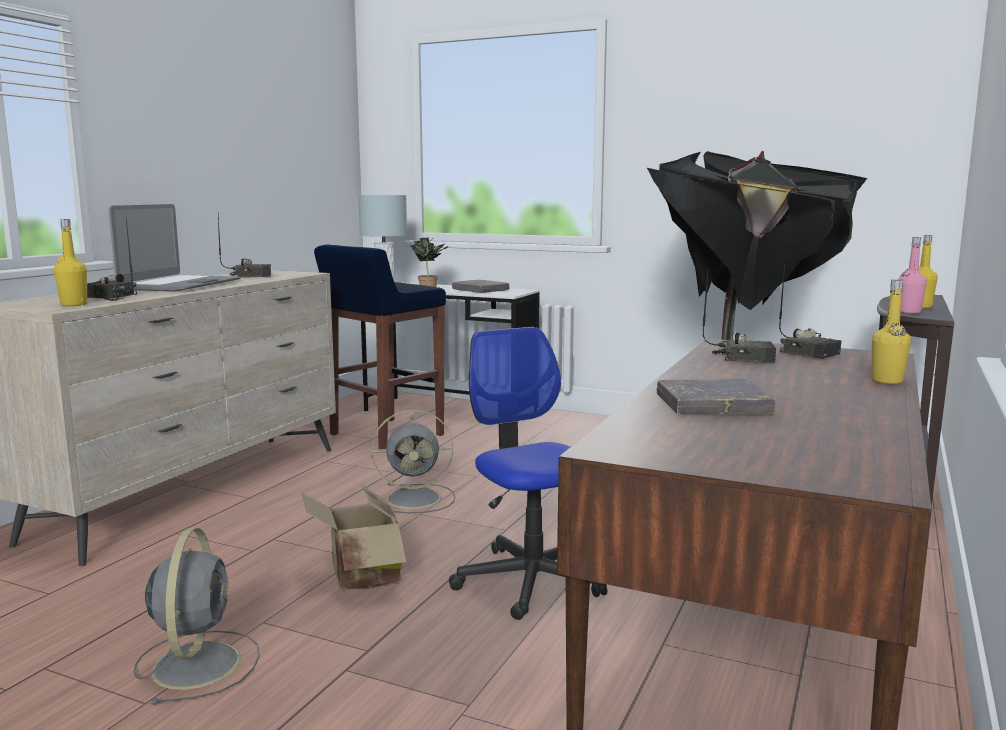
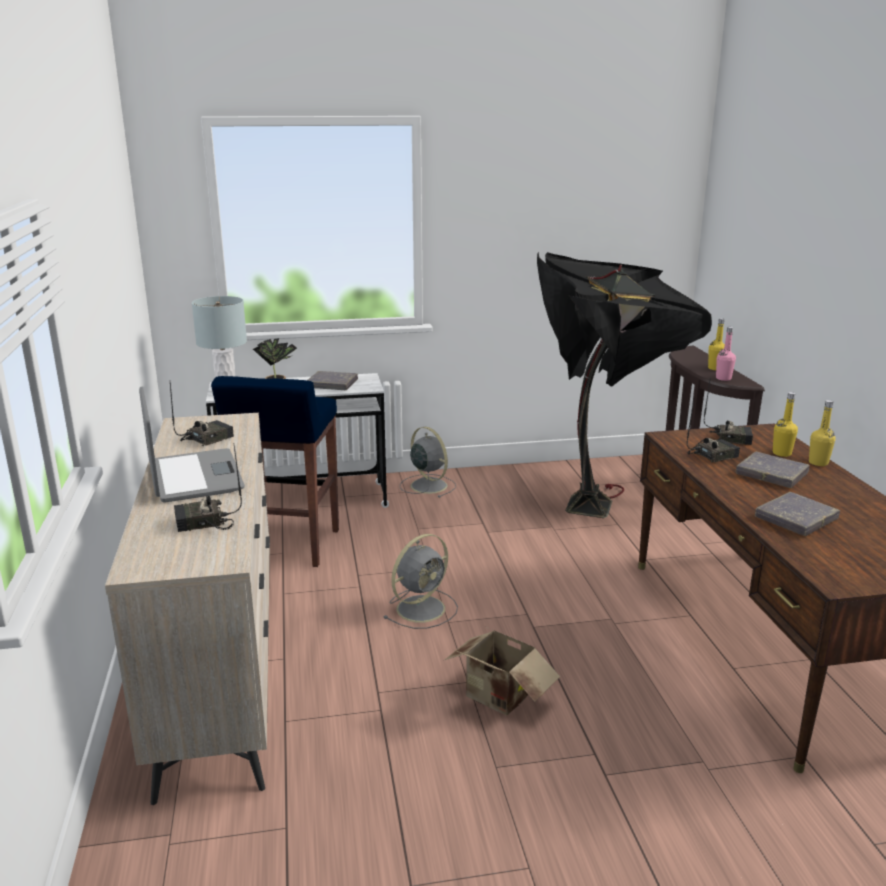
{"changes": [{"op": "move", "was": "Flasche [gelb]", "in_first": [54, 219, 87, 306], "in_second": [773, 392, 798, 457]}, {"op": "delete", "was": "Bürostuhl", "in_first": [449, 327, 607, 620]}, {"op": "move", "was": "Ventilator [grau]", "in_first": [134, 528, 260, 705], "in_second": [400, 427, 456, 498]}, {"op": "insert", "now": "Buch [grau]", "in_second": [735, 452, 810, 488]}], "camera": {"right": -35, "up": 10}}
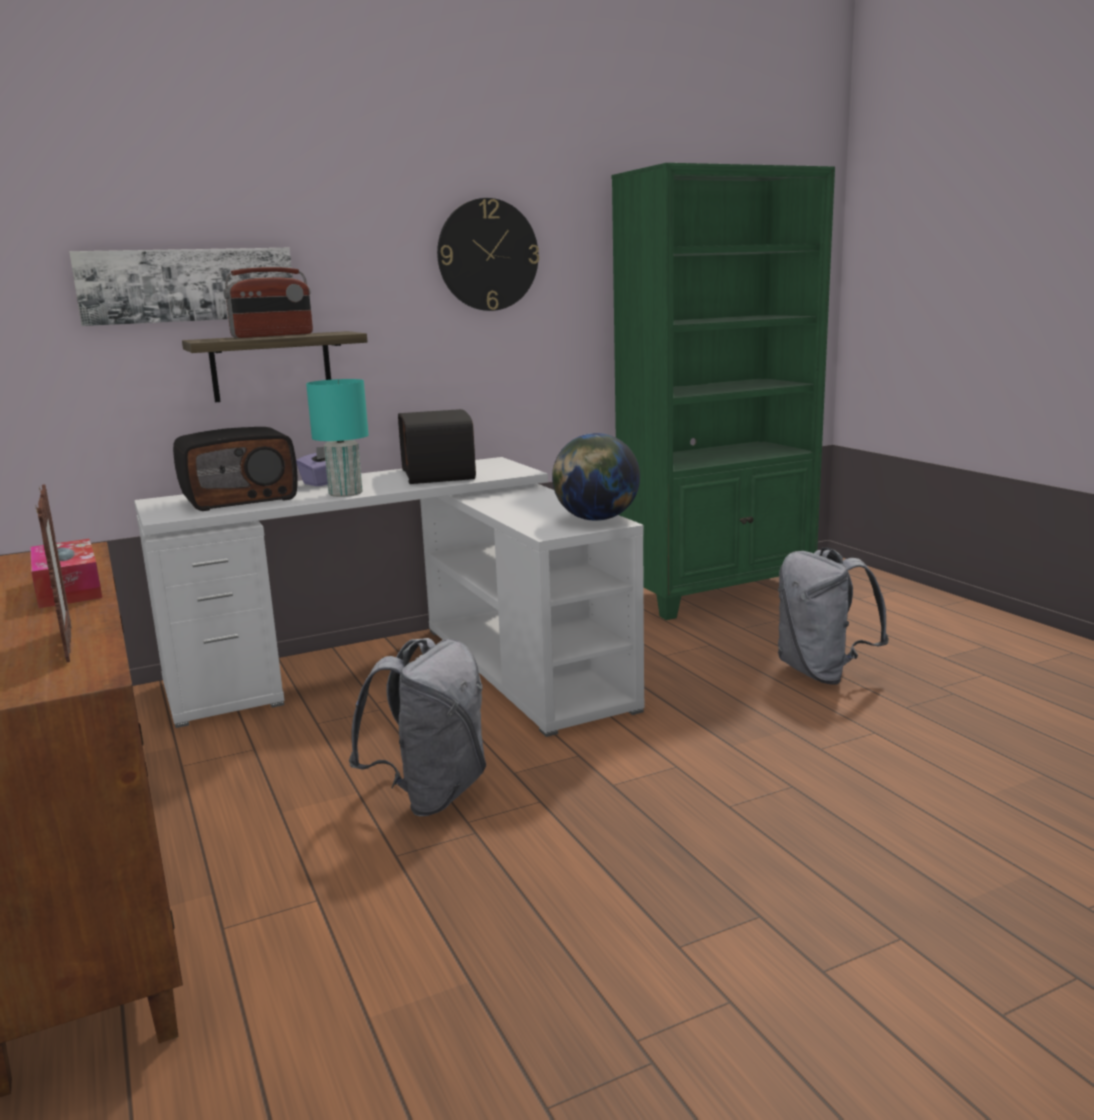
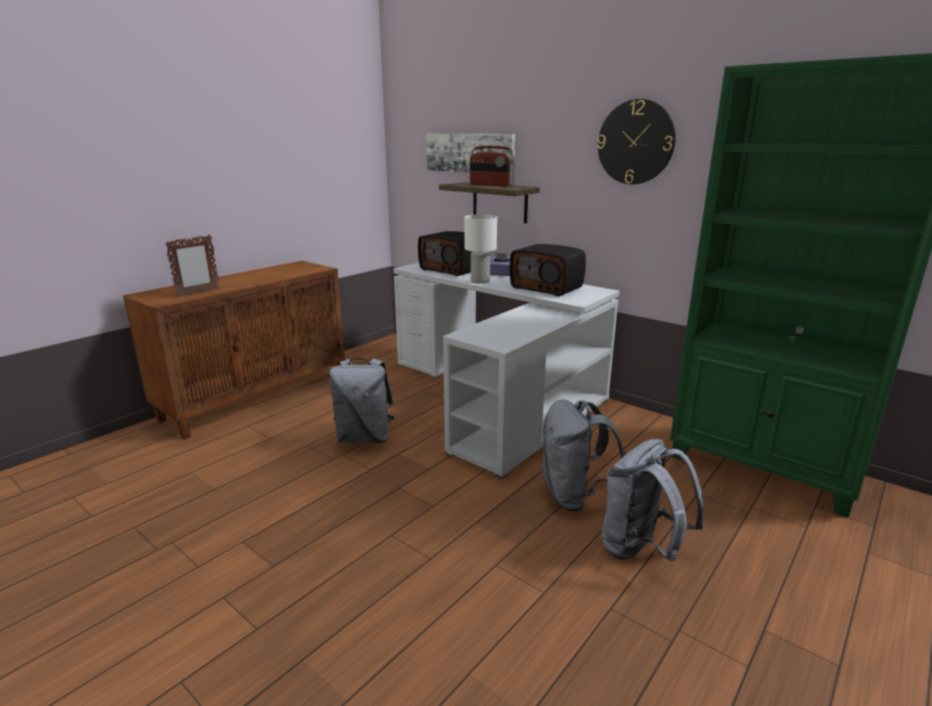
{"changes": [{"op": "recolor", "was": "Tischlampe [türkis]", "now": "Tischlampe [weiß]", "in_first": [306, 379, 369, 497], "in_second": [464, 214, 497, 284]}, {"op": "rotate", "was": "Radio", "in_first": [398, 409, 476, 484], "in_second": [510, 244, 586, 296], "clockwise": -105}, {"op": "delete", "was": "Globus", "in_first": [552, 433, 640, 521]}, {"op": "delete", "was": "Taschentuchbox", "in_first": [30, 539, 102, 608]}, {"op": "insert", "now": "Rucksack [grau]", "in_second": [541, 399, 625, 512]}], "camera": {"right": 65, "up": 5}}
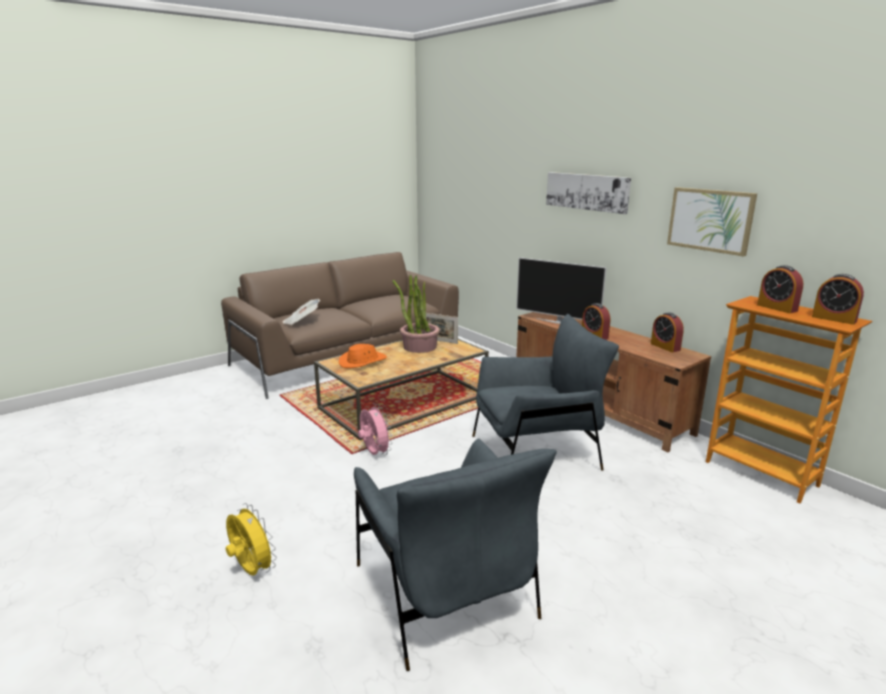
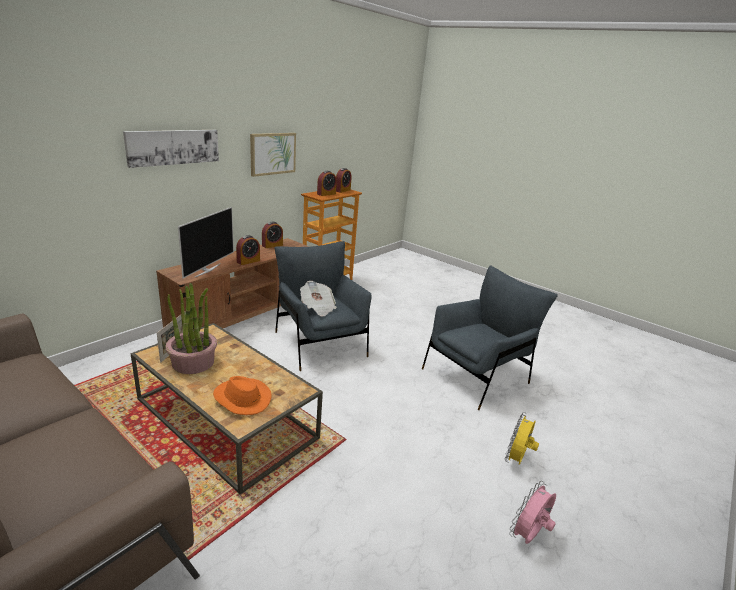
{"changes": [{"op": "move", "was": "Zeitung", "in_first": [283, 299, 320, 325], "in_second": [300, 281, 337, 317]}, {"op": "move", "was": "Ventilator [rosa]", "in_first": [358, 403, 392, 456], "in_second": [509, 481, 556, 544]}], "camera": {"right": -105, "up": 5}}
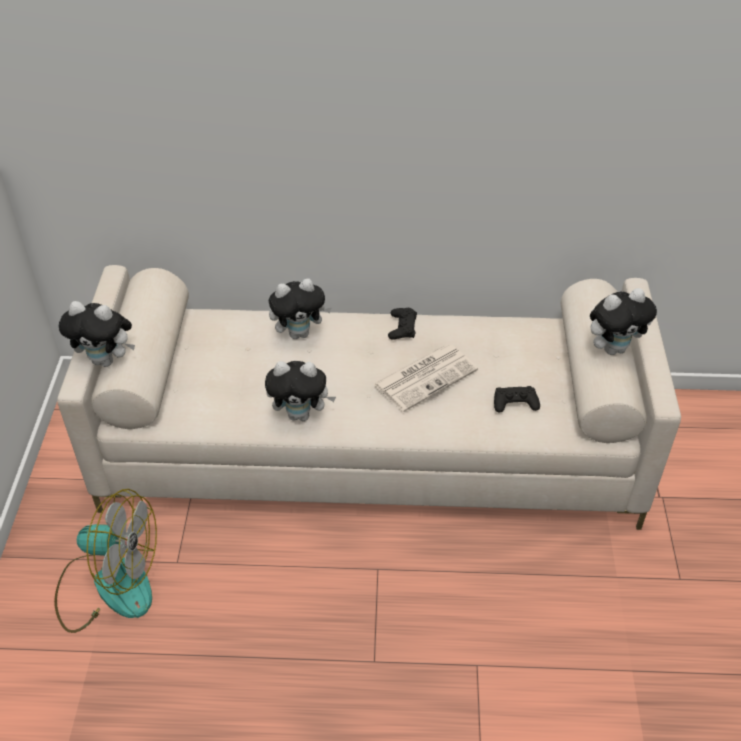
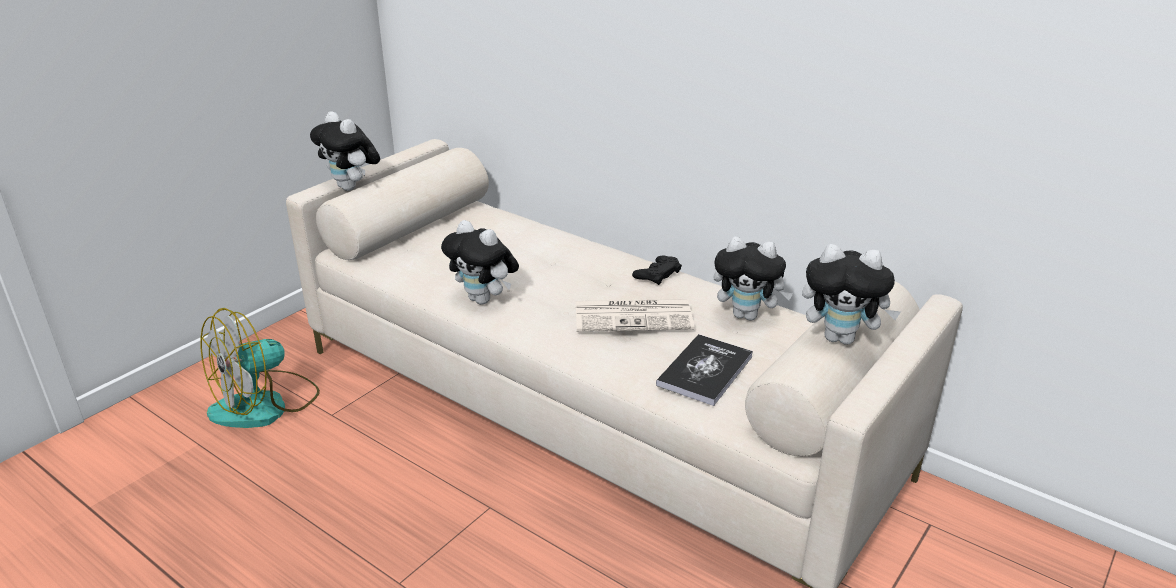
{"changes": [{"op": "move", "was": "Plüschtier", "in_first": [269, 279, 331, 339], "in_second": [713, 237, 793, 320]}, {"op": "replace", "was": "Gamepad [schwarz]", "now": "Buch", "in_first": [494, 386, 540, 412], "in_second": [656, 334, 753, 406]}, {"op": "rotate", "was": "Ventilator", "in_first": [54, 489, 157, 633], "in_second": [200, 308, 320, 428], "clockwise": 90}], "camera": {"right": 35, "up": -15}}
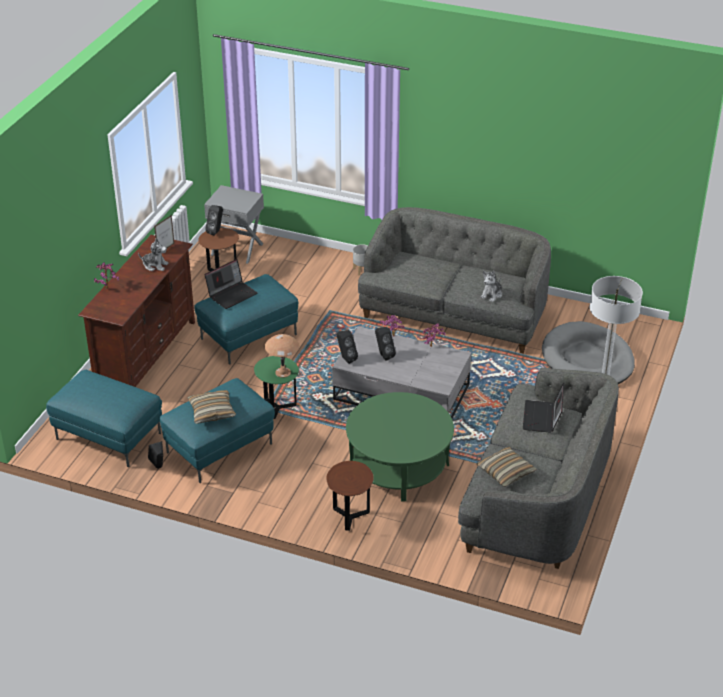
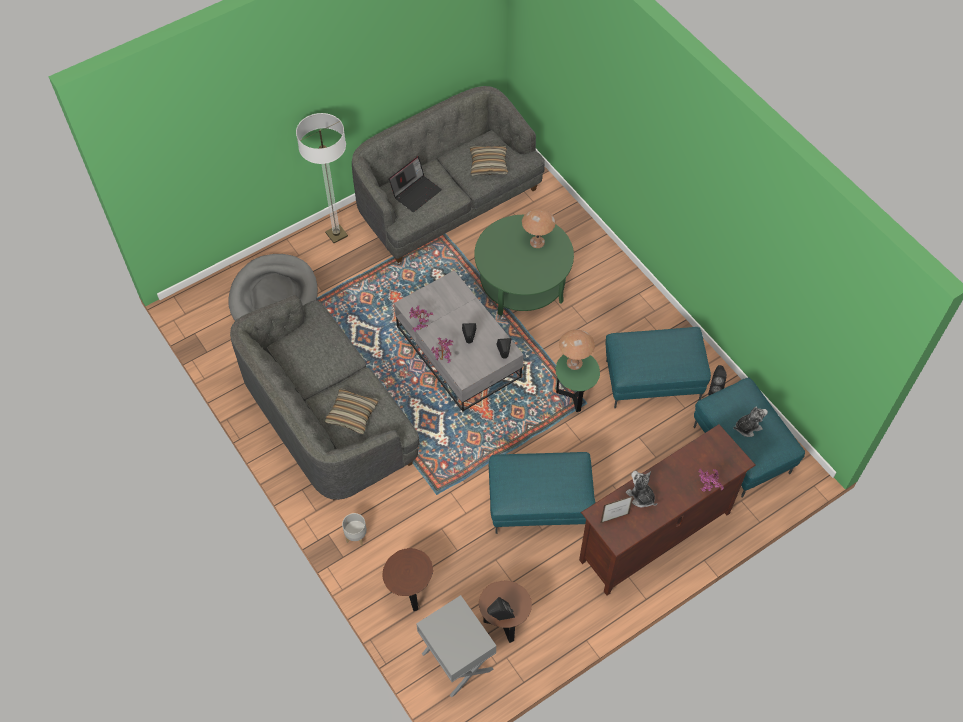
{"changes": [{"op": "delete", "was": "Laptop", "in_first": [204, 259, 257, 309]}, {"op": "move", "was": "Plüschtier", "in_first": [481, 271, 502, 302], "in_second": [733, 406, 768, 437]}, {"op": "move", "was": "Kissen", "in_first": [188, 390, 236, 424], "in_second": [325, 388, 379, 434]}, {"op": "move", "was": "Beistelltisch [braun]", "in_first": [326, 461, 374, 531], "in_second": [382, 548, 433, 611]}, {"op": "insert", "now": "Tischlampe [braun]", "in_second": [522, 209, 556, 248]}], "camera": {"right": -145, "up": 20}}
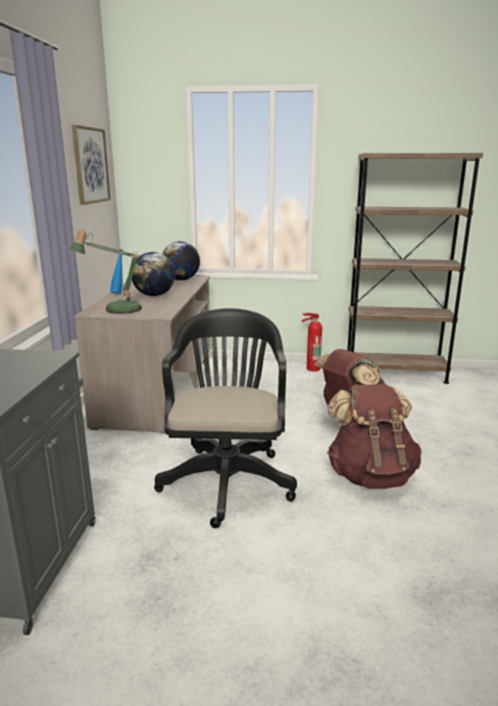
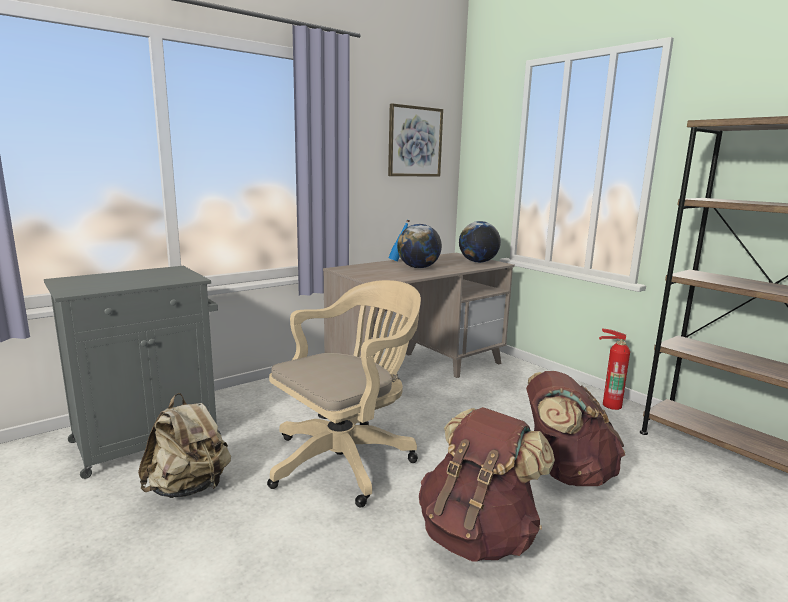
{"changes": [{"op": "delete", "was": "Tischlampe", "in_first": [69, 230, 142, 314]}, {"op": "recolor", "was": "Bürostuhl [schwarz]", "now": "Bürostuhl [beige]", "in_first": [154, 308, 297, 528], "in_second": [267, 280, 421, 508]}, {"op": "insert", "now": "Rucksack [beige]", "in_second": [138, 393, 231, 498]}], "camera": {"right": 45, "up": -5}}
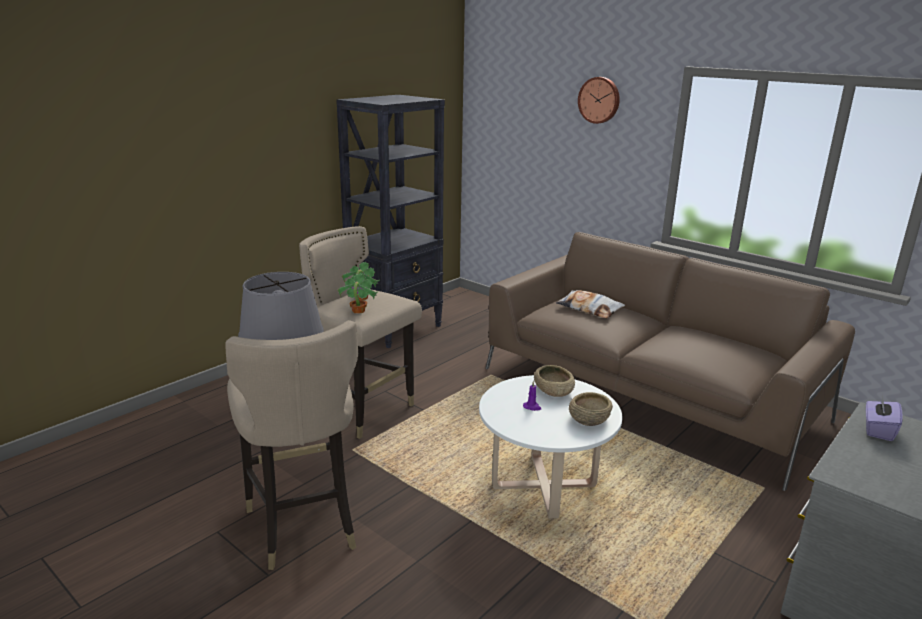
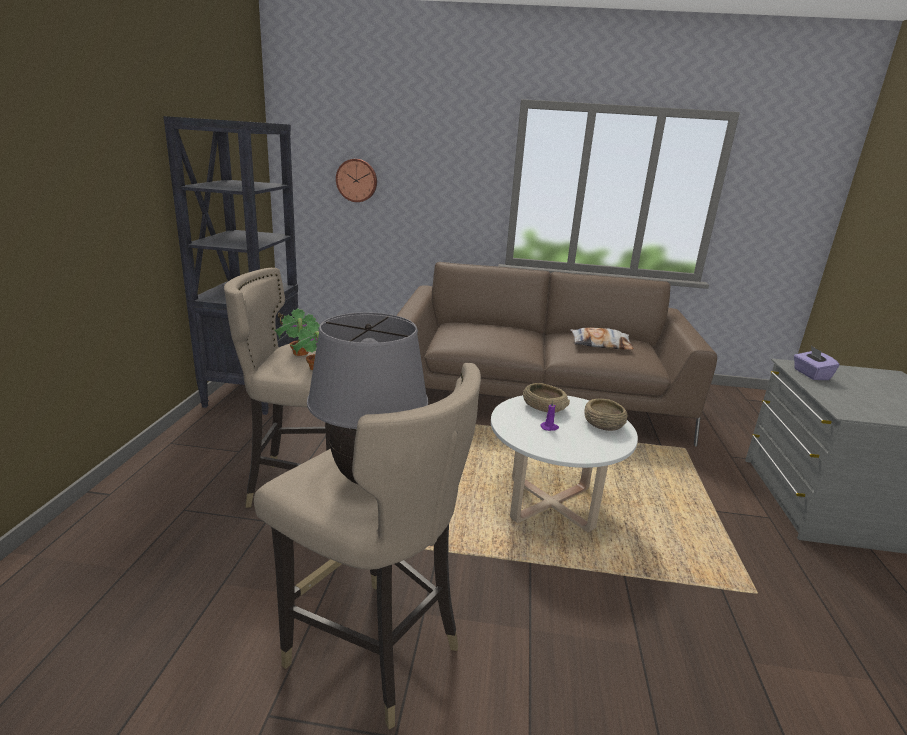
{"changes": [{"op": "move", "was": "Wanduhr", "in_first": [578, 77, 620, 124], "in_second": [336, 159, 377, 202]}, {"op": "move", "was": "Kissen", "in_first": [556, 290, 625, 318], "in_second": [571, 327, 634, 350]}], "camera": {"right": -35, "up": 0}}
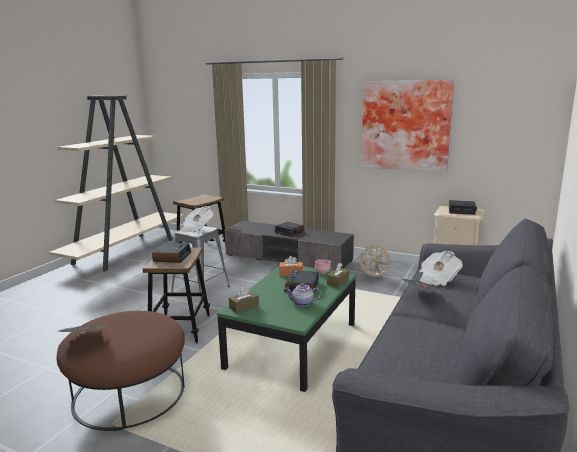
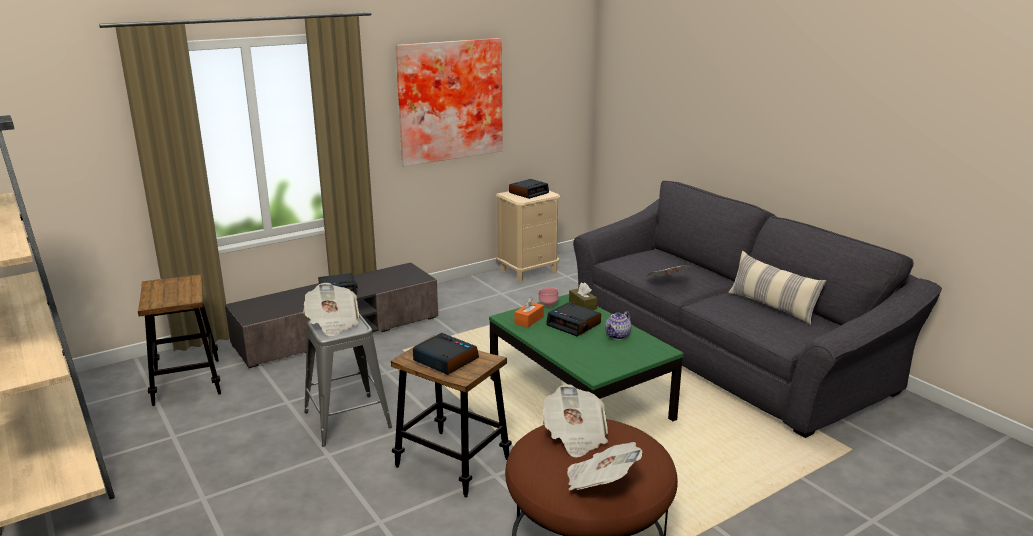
{"changes": [{"op": "delete", "was": "Ventilator [beige]", "in_first": [357, 245, 391, 279]}, {"op": "move", "was": "Zeitung", "in_first": [420, 251, 463, 286], "in_second": [542, 384, 608, 458]}, {"op": "delete", "was": "Taschentuchbox [braun]", "in_first": [229, 286, 259, 313]}, {"op": "insert", "now": "Kissen", "in_second": [728, 251, 826, 325]}], "camera": {"right": -60, "up": 5}}
